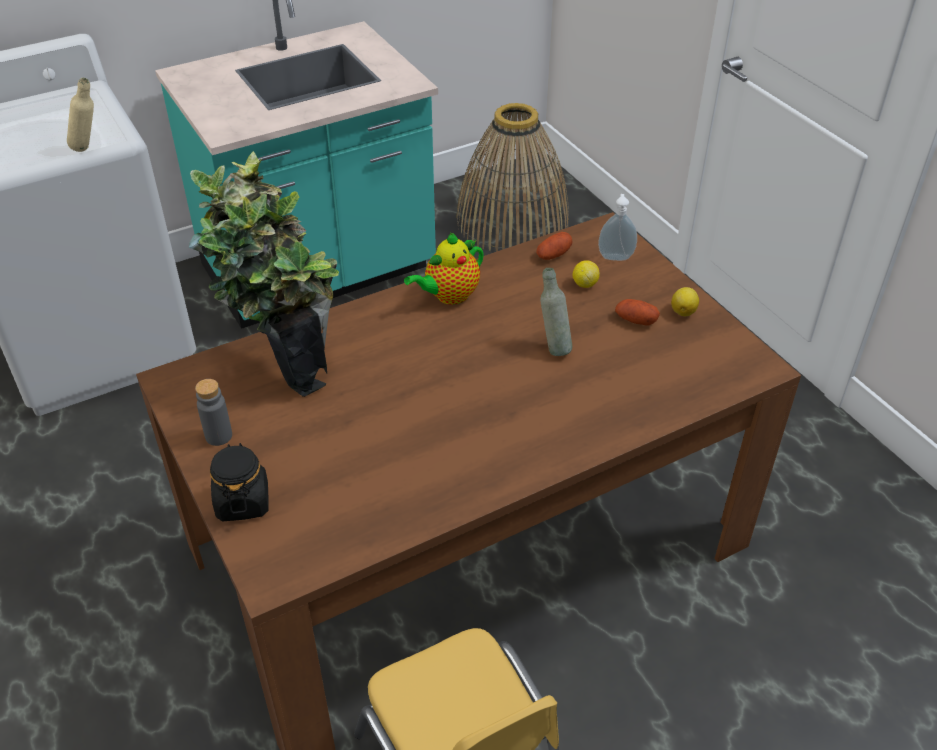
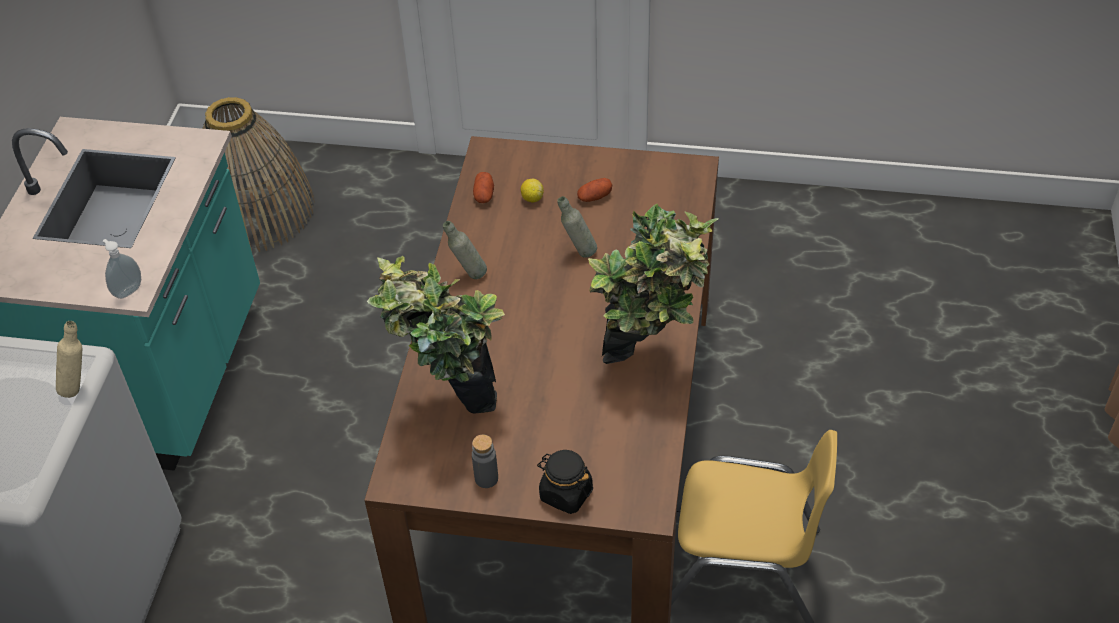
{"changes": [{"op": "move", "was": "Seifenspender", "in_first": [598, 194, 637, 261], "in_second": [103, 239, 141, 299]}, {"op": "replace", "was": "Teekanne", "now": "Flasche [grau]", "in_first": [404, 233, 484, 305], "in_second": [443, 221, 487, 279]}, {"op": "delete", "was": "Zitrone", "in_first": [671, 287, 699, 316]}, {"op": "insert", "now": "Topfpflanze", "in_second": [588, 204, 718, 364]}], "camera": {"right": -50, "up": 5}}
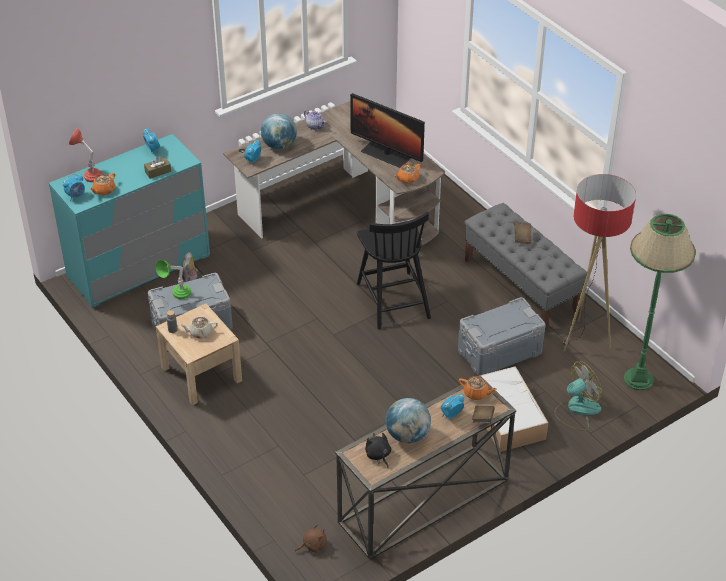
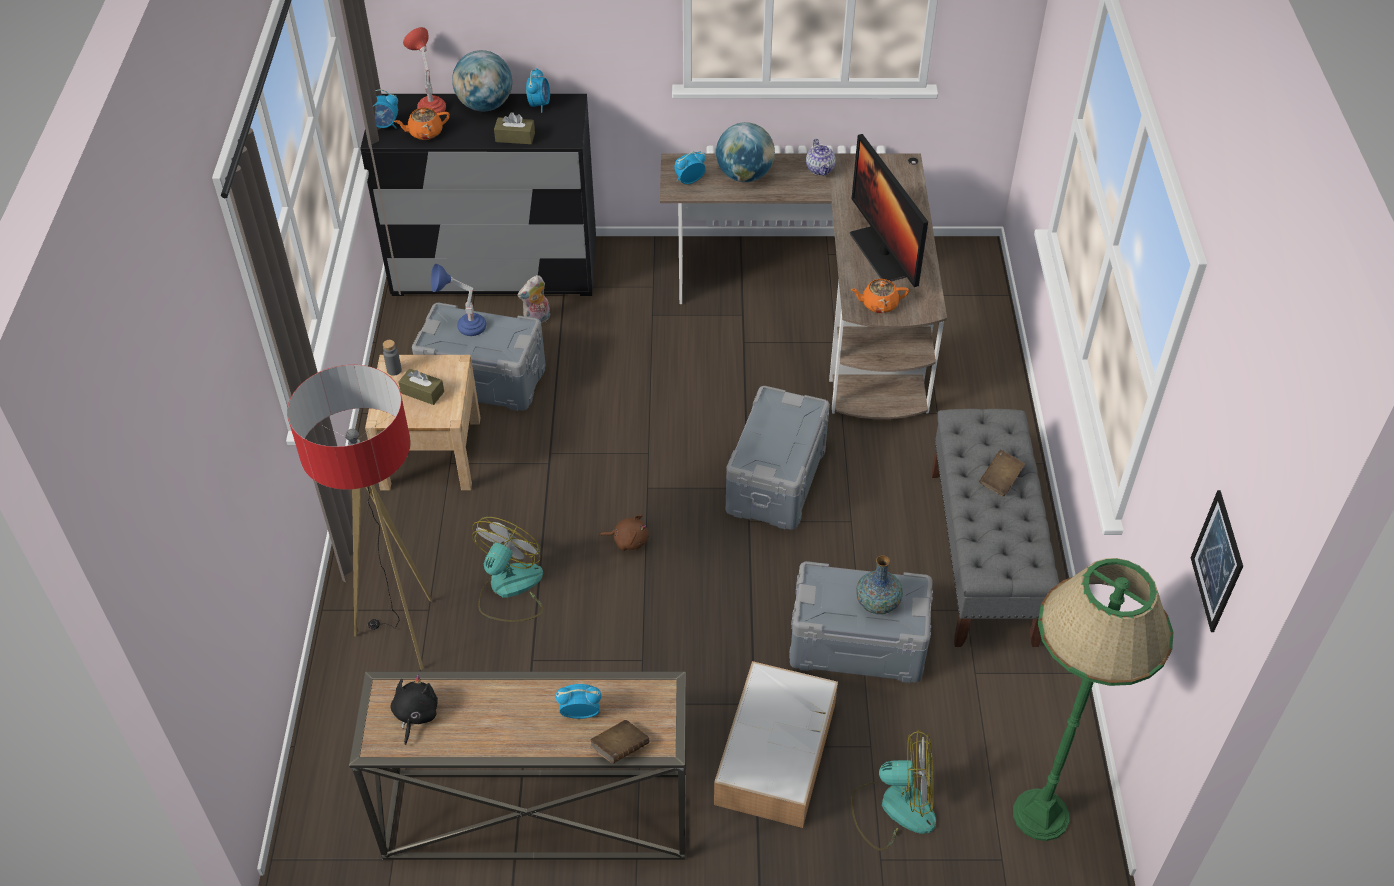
{"changes": [{"op": "recolor", "was": "Kommode [türkis]", "now": "Kommode [schwarz]", "in_first": [49, 134, 210, 308], "in_second": [360, 94, 596, 296]}, {"op": "move", "was": "Stehlampe", "in_first": [563, 174, 636, 352], "in_second": [287, 365, 432, 670]}, {"op": "replace", "was": "Stuhl [schwarz]", "now": "Aufbewahrungsbox [grau]", "in_first": [357, 212, 431, 330], "in_second": [726, 386, 830, 530]}, {"op": "recolor", "was": "Tischlampe [grün]", "now": "Tischlampe [blau]", "in_first": [155, 260, 191, 299], "in_second": [431, 264, 486, 336]}, {"op": "replace", "was": "Teekanne [beige]", "now": "Taschentuchbox [braun]", "in_first": [180, 317, 218, 339], "in_second": [398, 369, 444, 405]}, {"op": "delete", "was": "Teekanne [orange]", "in_first": [458, 376, 497, 400]}, {"op": "move", "was": "Globus", "in_first": [386, 398, 431, 443], "in_second": [452, 50, 512, 111]}, {"op": "move", "was": "Plüschtier [braun]", "in_first": [295, 524, 327, 553], "in_second": [600, 515, 649, 551]}, {"op": "insert", "now": "Bild", "in_second": [1190, 490, 1243, 632]}, {"op": "insert", "now": "Ventilator", "in_second": [472, 517, 543, 622]}, {"op": "insert", "now": "Vase", "in_second": [856, 555, 903, 614]}], "camera": {"right": 35, "up": 5}}
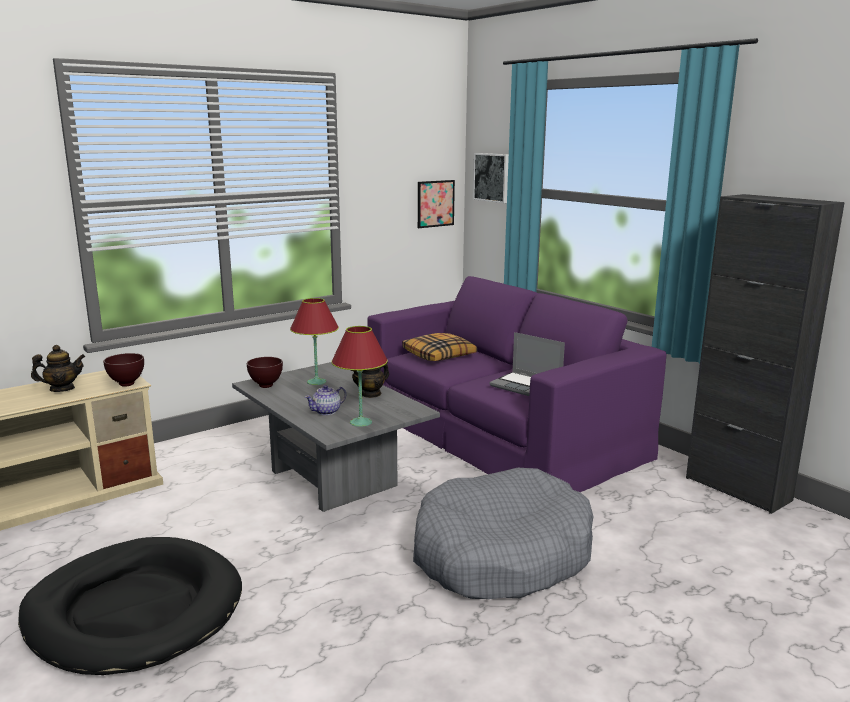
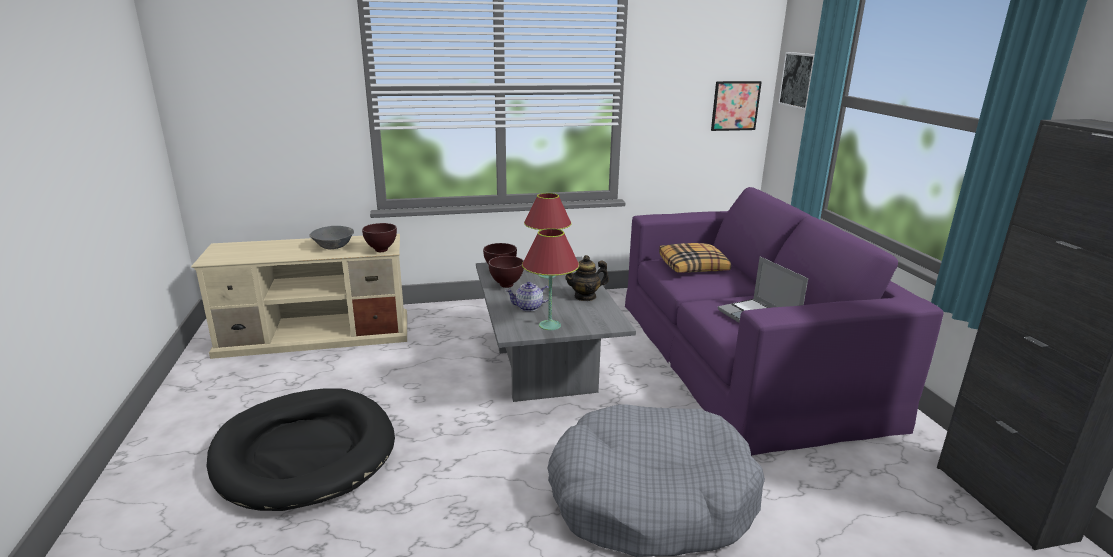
{"changes": [{"op": "replace", "was": "Teekanne", "now": "Schüssel [grau]", "in_first": [31, 345, 85, 392], "in_second": [309, 226, 354, 249]}, {"op": "insert", "now": "Schüssel [braun]", "in_second": [489, 256, 524, 288]}], "camera": {"right": 25, "up": 5}}
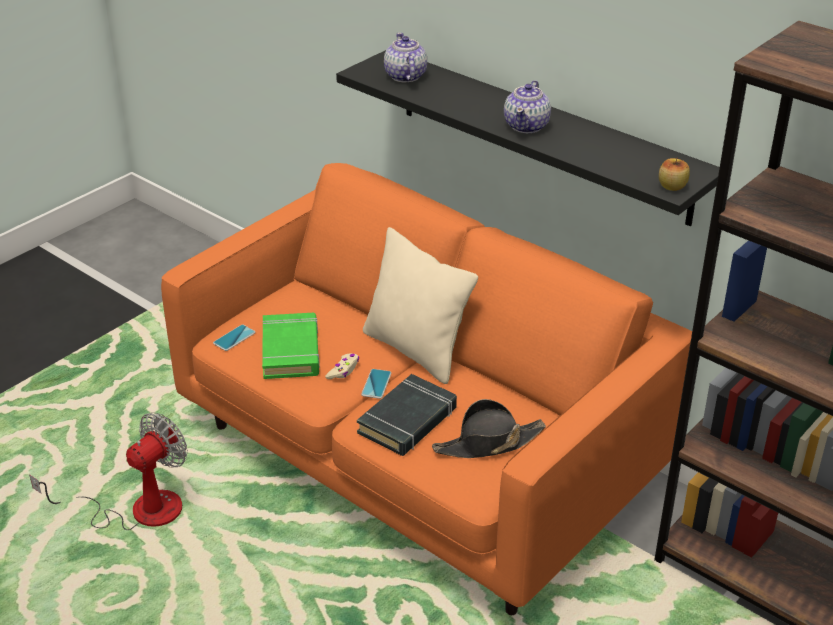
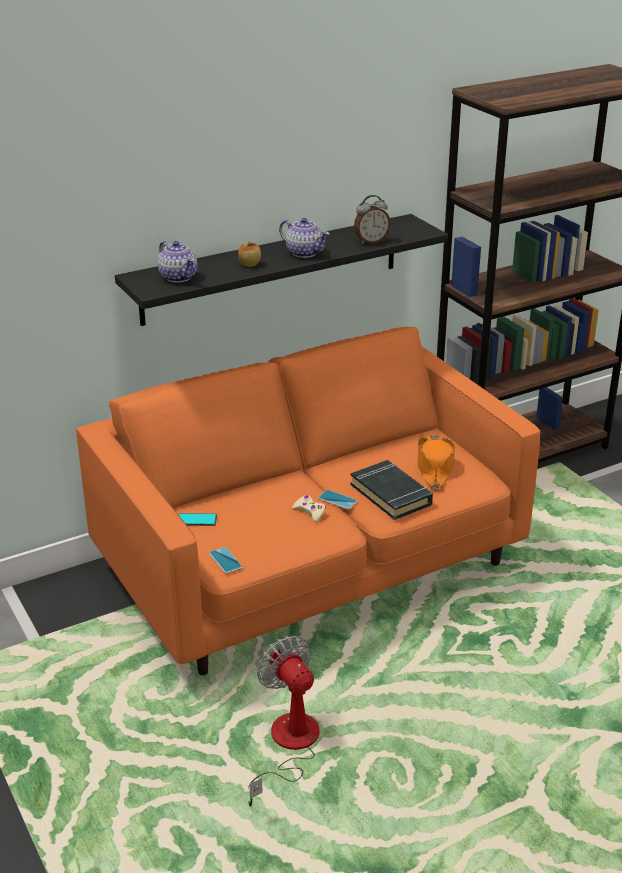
{"changes": [{"op": "rotate", "was": "Teekanne", "in_first": [384, 32, 427, 82], "in_second": [158, 241, 197, 283], "clockwise": -135}, {"op": "move", "was": "Apfel", "in_first": [659, 157, 690, 191], "in_second": [238, 242, 261, 267]}, {"op": "delete", "was": "Kissen [beige]", "in_first": [363, 227, 478, 384]}, {"op": "delete", "was": "Buch [grün]", "in_first": [262, 313, 320, 379]}, {"op": "recolor", "was": "Hut [schwarz]", "now": "Hut [orange]", "in_first": [432, 399, 546, 458], "in_second": [418, 435, 455, 488]}, {"op": "insert", "now": "Wecker", "in_second": [354, 195, 391, 244]}, {"op": "insert", "now": "Handy", "in_second": [179, 513, 217, 526]}], "camera": {"right": -70, "up": -5}}
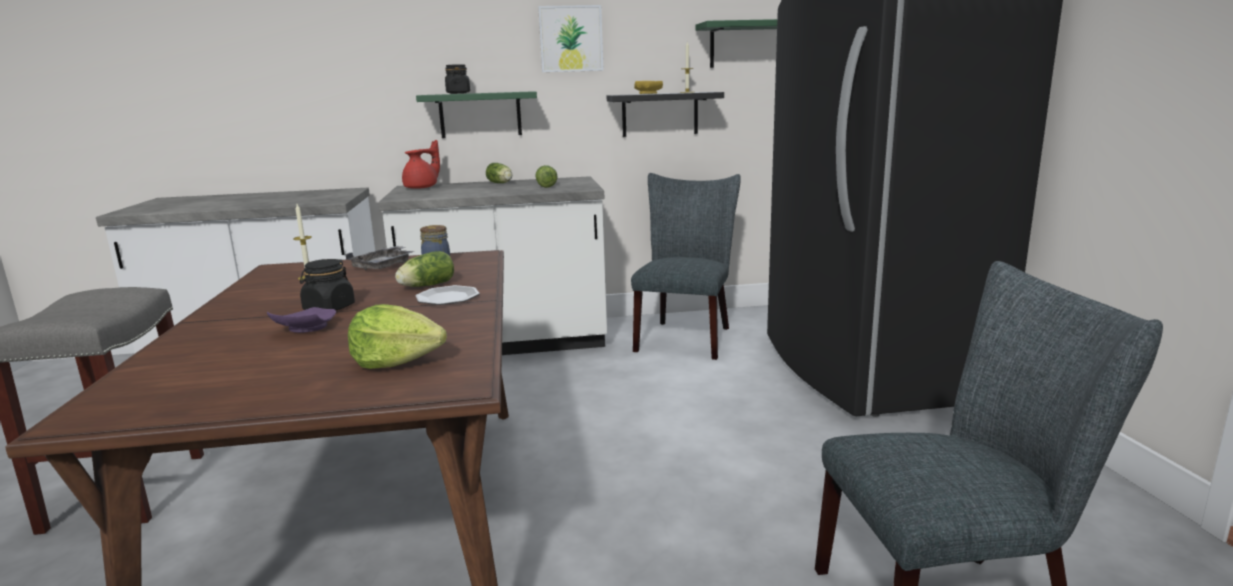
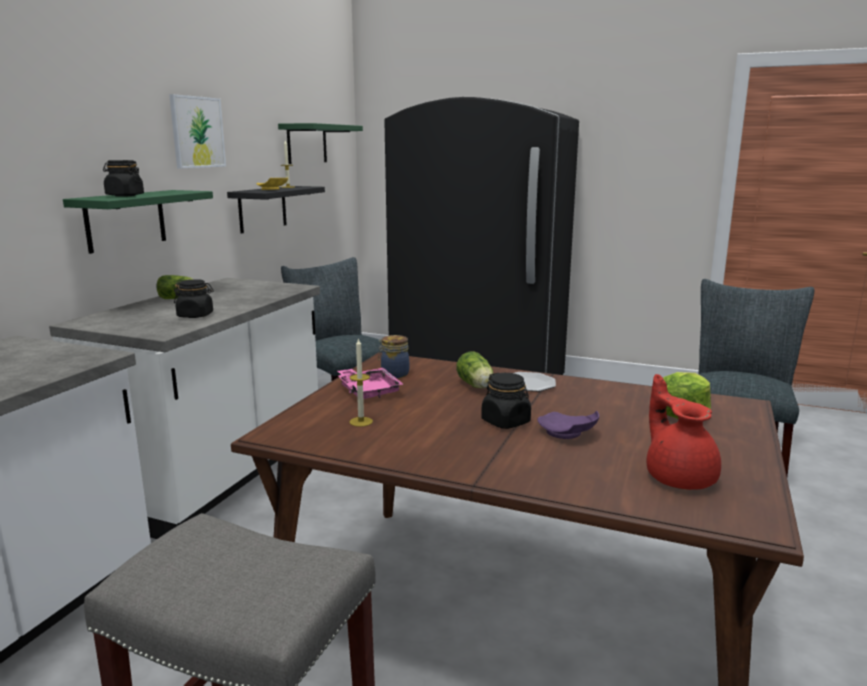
{"changes": [{"op": "move", "was": "Teekanne [rot]", "in_first": [402, 140, 440, 189], "in_second": [646, 374, 721, 490]}, {"op": "delete", "was": "Salatkopf", "in_first": [536, 165, 557, 188]}, {"op": "recolor", "was": "Tablett [grau]", "now": "Tablett [rosa]", "in_first": [345, 246, 415, 270], "in_second": [337, 368, 403, 399]}, {"op": "insert", "now": "Vorratsglas [schwarz]", "in_second": [174, 279, 214, 318]}], "camera": {"right": -60, "up": 0}}
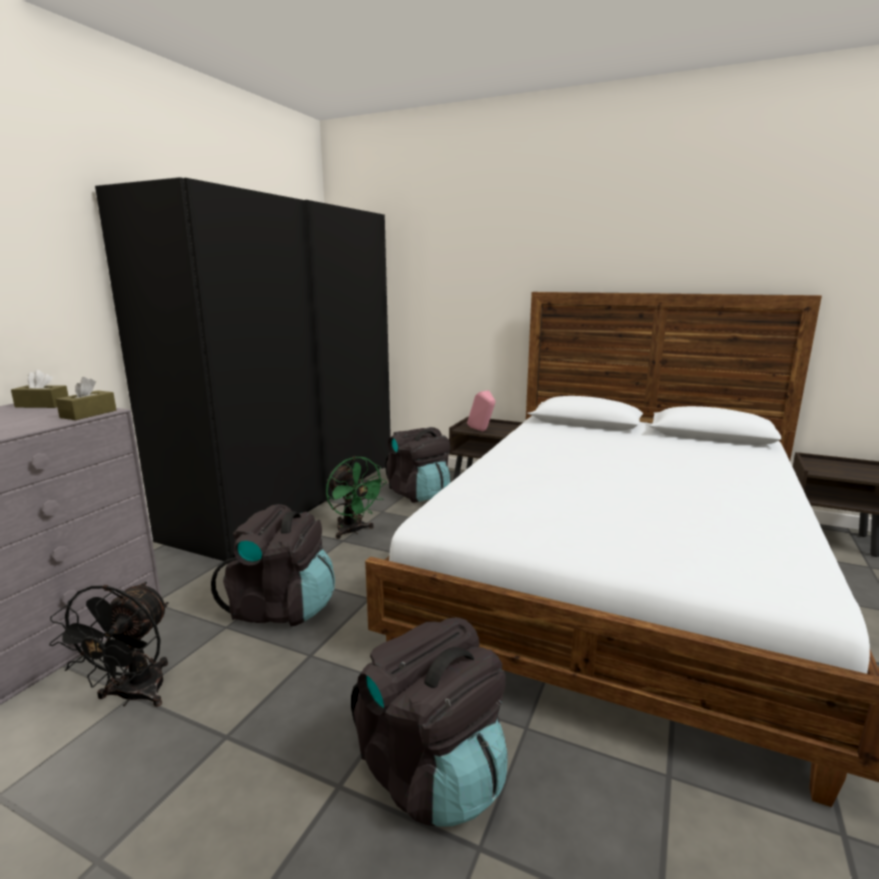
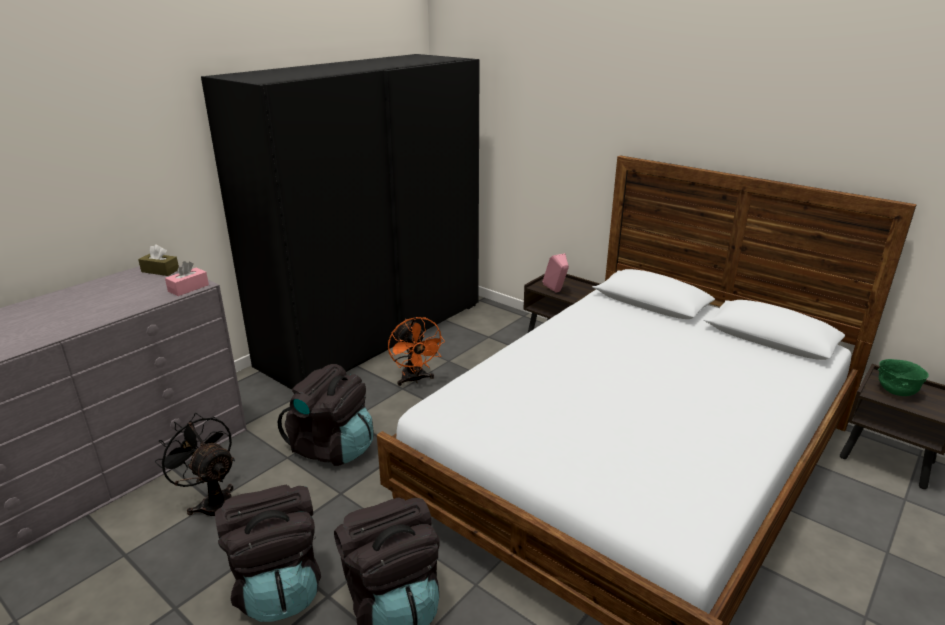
{"changes": [{"op": "recolor", "was": "Taschentuchbox [braun]", "now": "Taschentuchbox [rosa]", "in_first": [56, 377, 116, 420], "in_second": [165, 261, 209, 296]}, {"op": "move", "was": "Rucksack [schwarz]", "in_first": [385, 427, 450, 503], "in_second": [215, 485, 321, 622]}, {"op": "recolor", "was": "Ventilator [grün]", "now": "Ventilator [orange]", "in_first": [326, 456, 387, 539], "in_second": [388, 317, 445, 386]}, {"op": "rotate", "was": "Ventilator [schwarz]", "in_first": [49, 582, 169, 707], "in_second": [155, 413, 235, 516], "clockwise": 105}, {"op": "insert", "now": "Schüssel [grün]", "in_second": [878, 359, 929, 396]}], "camera": {"right": 15, "up": 10}}
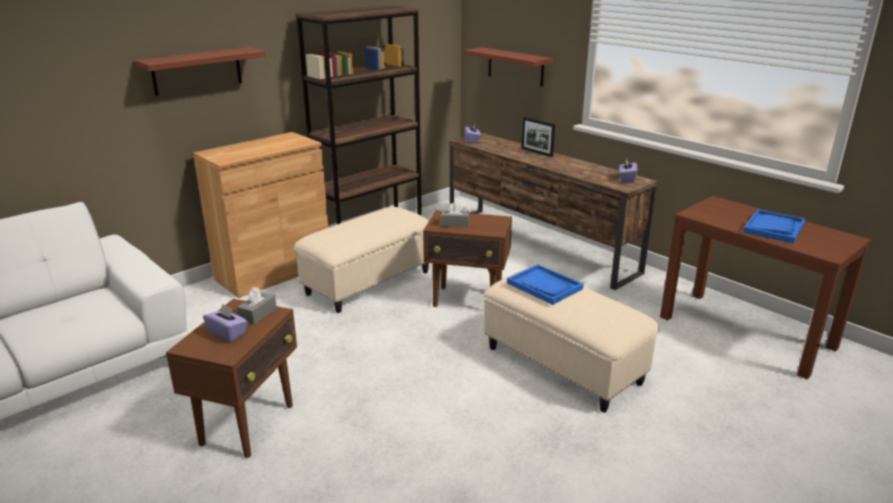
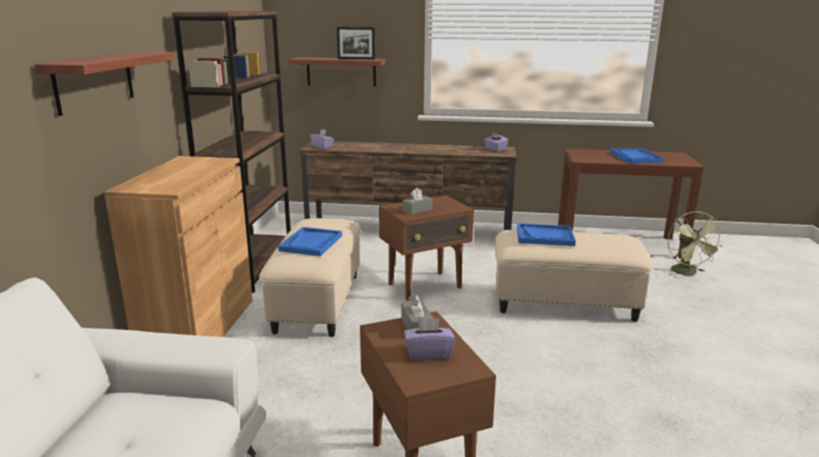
{"changes": [{"op": "move", "was": "Bilderrahmen", "in_first": [522, 117, 555, 157], "in_second": [337, 27, 375, 60]}, {"op": "insert", "now": "Ventilator [grün]", "in_second": [668, 211, 725, 276]}, {"op": "insert", "now": "Tablett [blau]", "in_second": [278, 227, 342, 256]}], "camera": {"right": -40, "up": -5}}
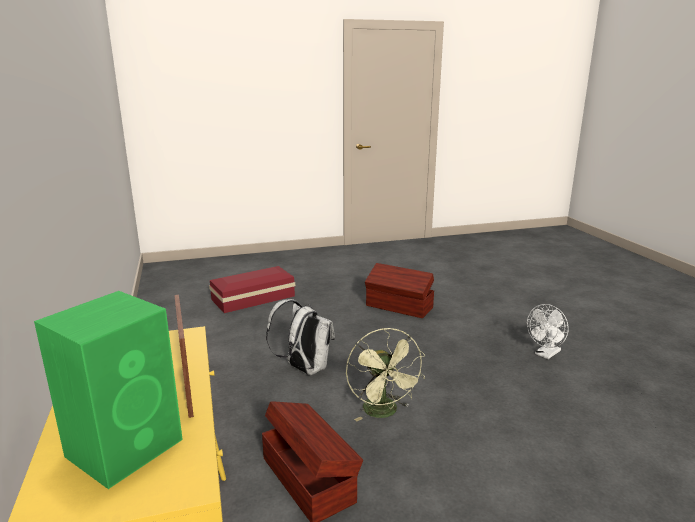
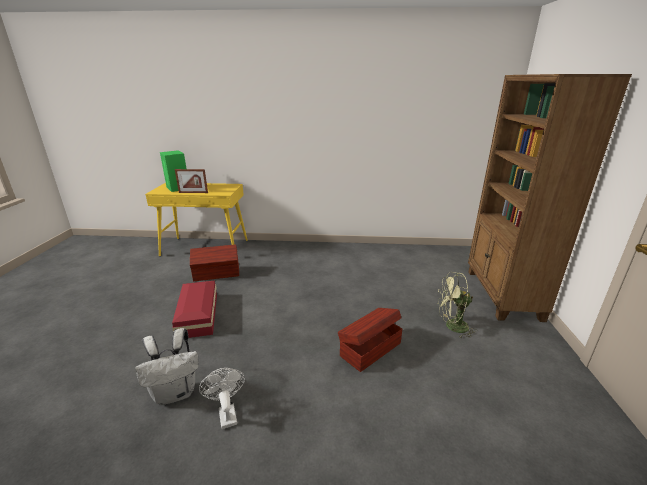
{"changes": [{"op": "move", "was": "Aufbewahrungsbox [rot]", "in_first": [209, 266, 295, 313], "in_second": [172, 281, 217, 338]}, {"op": "move", "was": "Rucksack [weiß]", "in_first": [266, 299, 335, 375], "in_second": [135, 328, 199, 405]}, {"op": "move", "was": "Ventilator [grün]", "in_first": [346, 328, 425, 421], "in_second": [437, 272, 477, 339]}, {"op": "insert", "now": "Bücherregal [braun]", "in_second": [468, 74, 632, 322]}], "camera": {"right": 110, "up": 5}}
